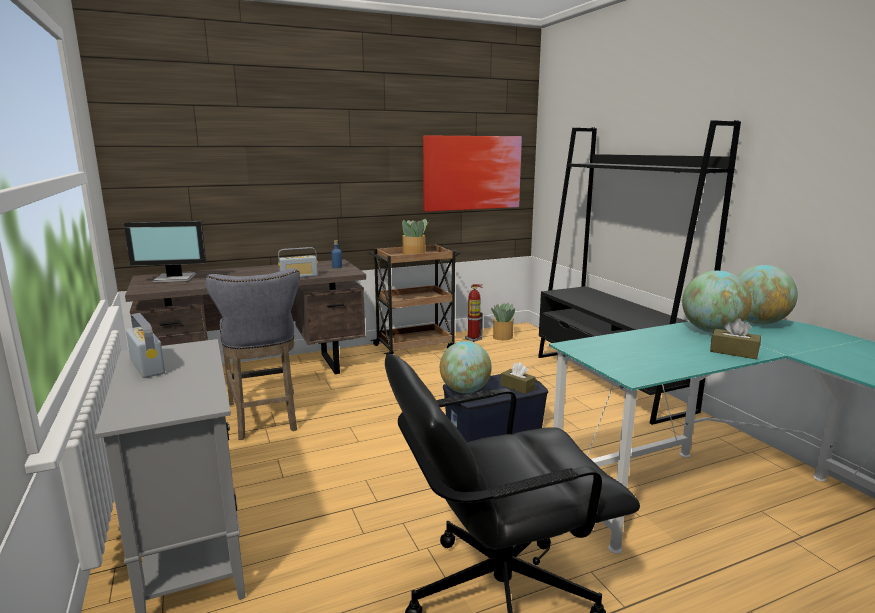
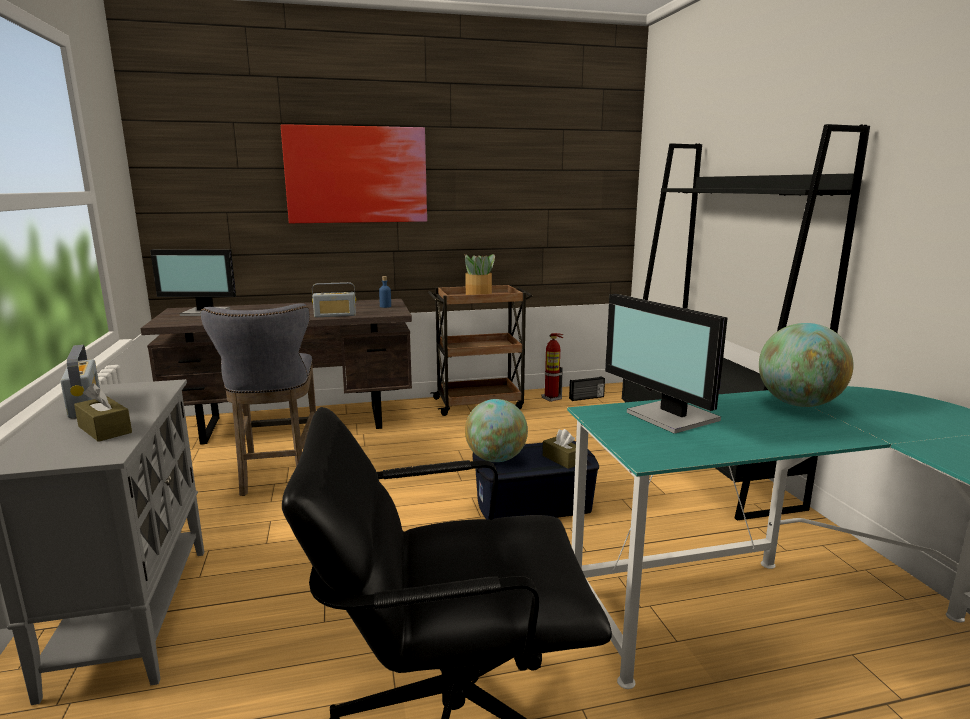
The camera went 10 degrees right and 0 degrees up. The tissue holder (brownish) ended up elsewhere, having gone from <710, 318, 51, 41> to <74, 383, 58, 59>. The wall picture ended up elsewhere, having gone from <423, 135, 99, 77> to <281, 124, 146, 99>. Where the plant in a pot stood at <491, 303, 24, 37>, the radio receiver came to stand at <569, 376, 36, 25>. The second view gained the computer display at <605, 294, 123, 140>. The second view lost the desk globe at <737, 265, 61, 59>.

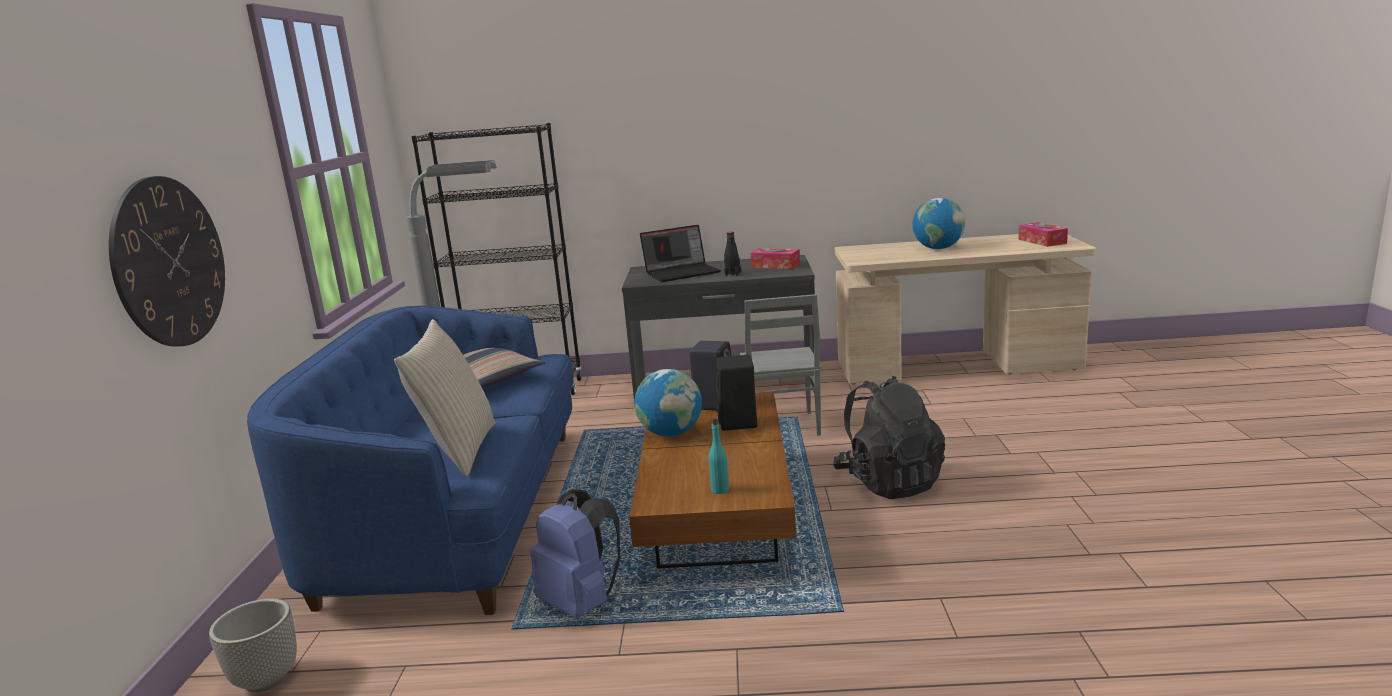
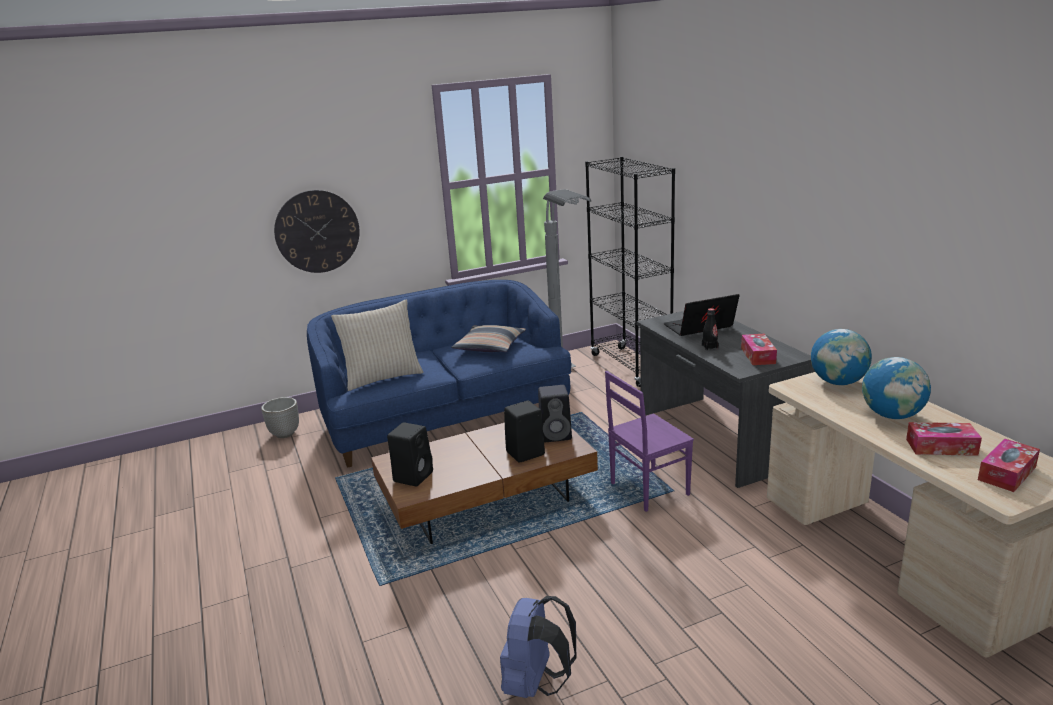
The camera went 65 degrees right and 5 degrees up. Where the bottle (blue-green) stood at <709, 418, 20, 76>, the audio speaker (black-coloured) came to stand at <387, 422, 46, 65>. The rucksack (blue) ended up elsewhere, having gone from <530, 489, 91, 130> to <500, 596, 76, 102>. What was the chair (greyish) at <740, 294, 81, 141> turned into the chair (purplish) at <605, 371, 89, 141>. The portable computer at <640, 225, 81, 57> ended up facing another way, 120 degrees clockwise from before. The desk globe ended up elsewhere, having gone from <634, 369, 68, 68> to <811, 329, 61, 56>. The second view gained the tissue holder at <906, 422, 76, 34>. The second view lost the rucksack (black-coloured) at <833, 376, 112, 123>.

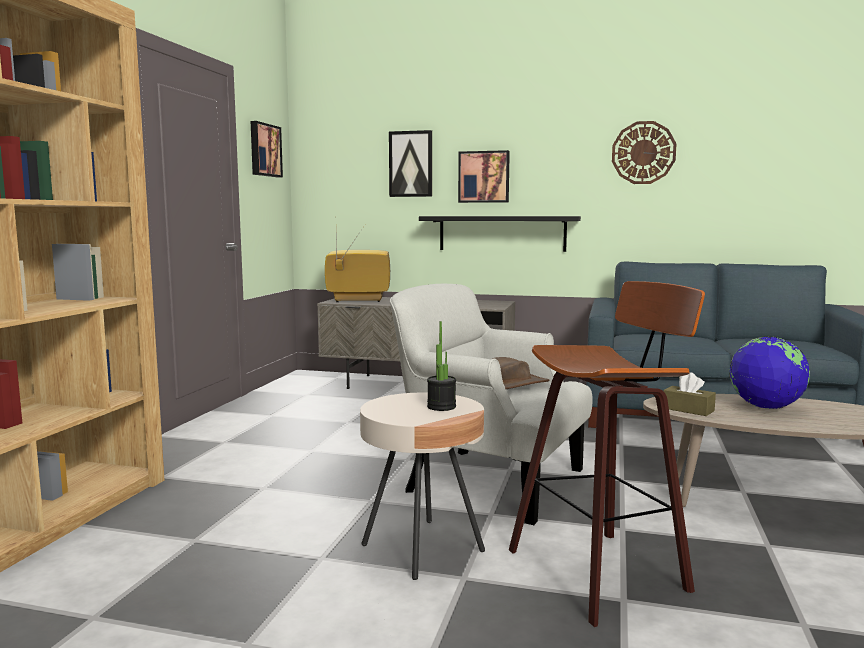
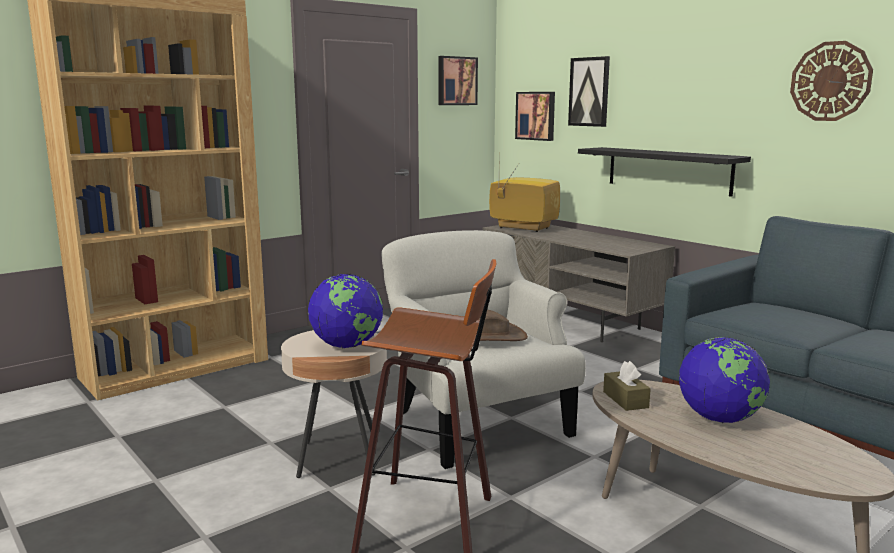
The camera went 35 degrees right and 5 degrees up. Where the plant in a pot stood at <427, 321, 29, 90>, the desk globe came to stand at <308, 274, 75, 74>. The wall picture ended up elsewhere, having gone from <458, 150, 52, 53> to <515, 92, 40, 49>.

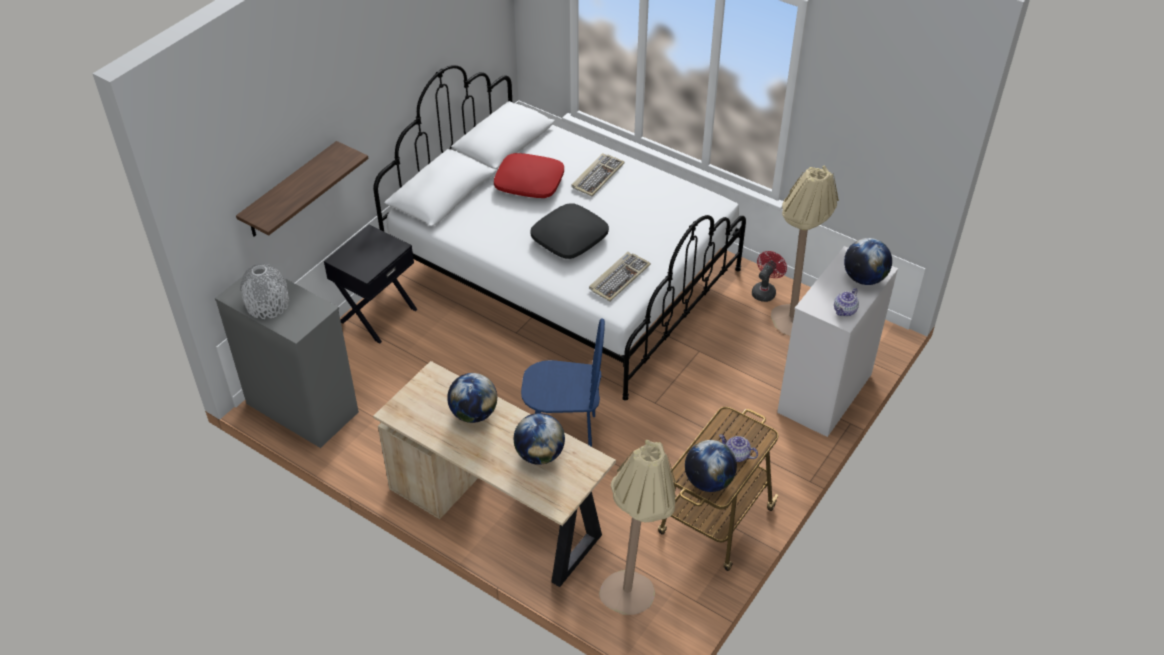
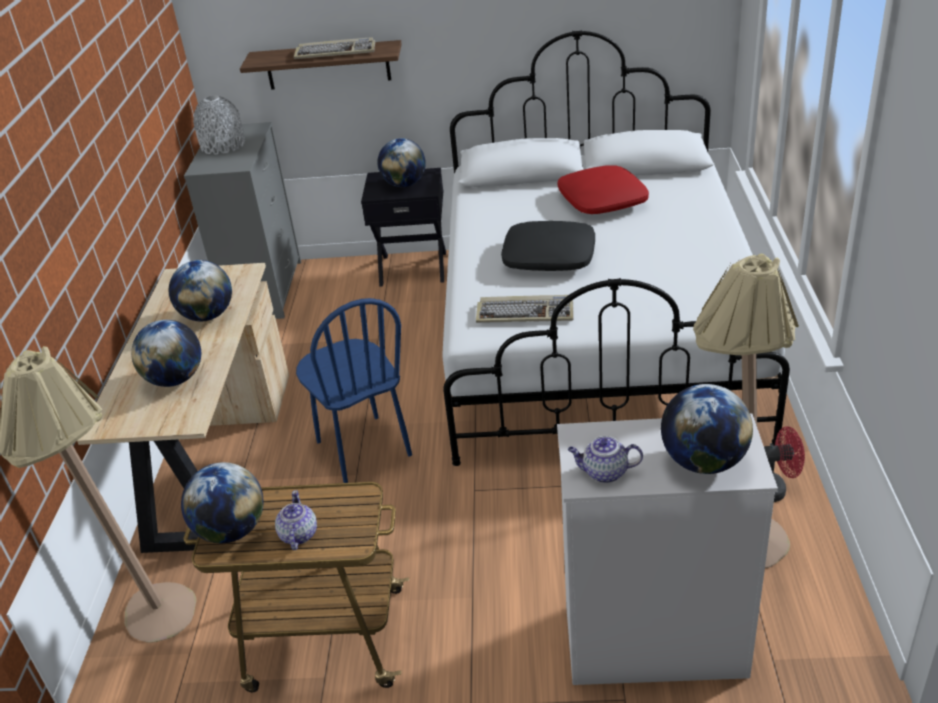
The camera went 60 degrees right and 10 degrees down. The PC keyboard ended up elsewhere, having gone from <571, 153, 54, 43> to <294, 37, 81, 22>. The second view gained the desk globe at <377, 138, 49, 49>.

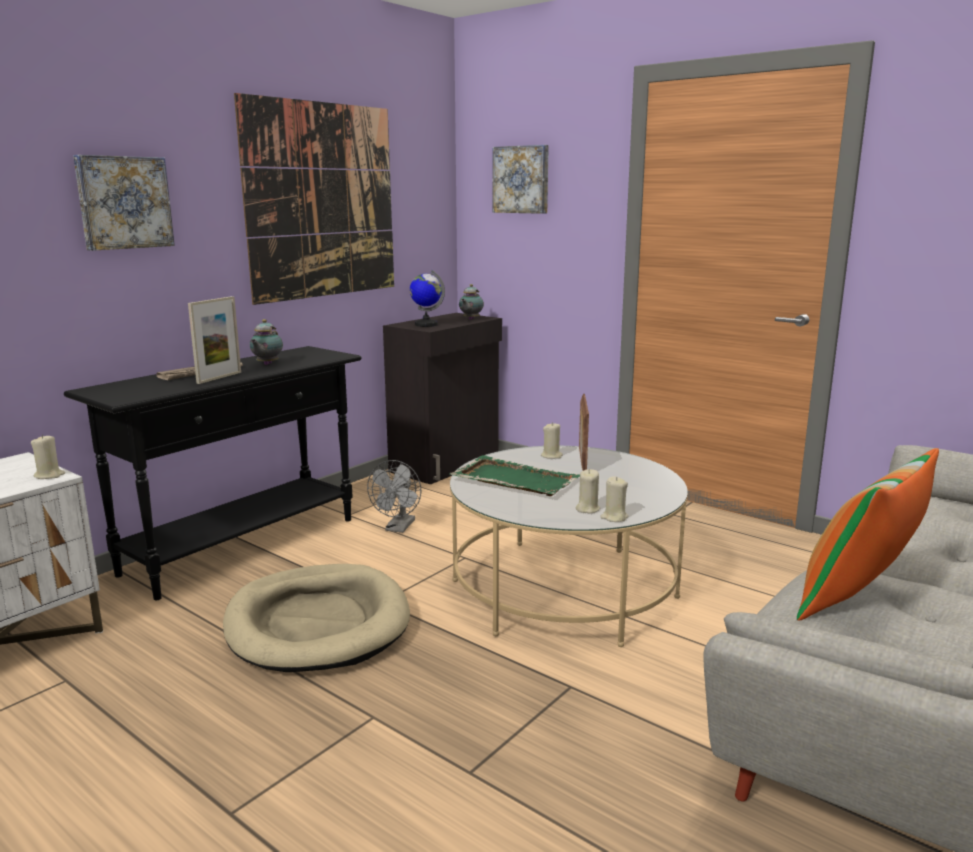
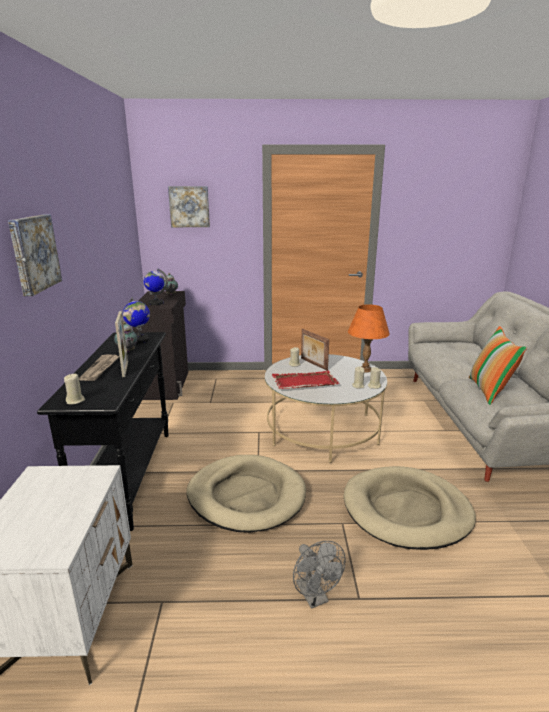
The camera went 40 degrees left and 5 degrees up. The wax candle (sand-coloured) ended up elsewhere, having gone from <31, 434, 34, 45> to <64, 374, 21, 30>. The second view gained the desk globe at <123, 297, 27, 47>. What was the carrying tray (green-coloured) at <449, 455, 131, 41> turned into the carrying tray (reddish) at <272, 371, 68, 18>. The cooling fan (greyish) ended up elsewhere, having gone from <367, 460, 54, 73> to <293, 541, 53, 68>. The second view gained the pet bed (sand-coloured) at <344, 466, 132, 84>. The second view gained the tabletop lamp (orange) at <348, 304, 42, 68>. The second view lost the wall picture at <234, 93, 160, 212>.

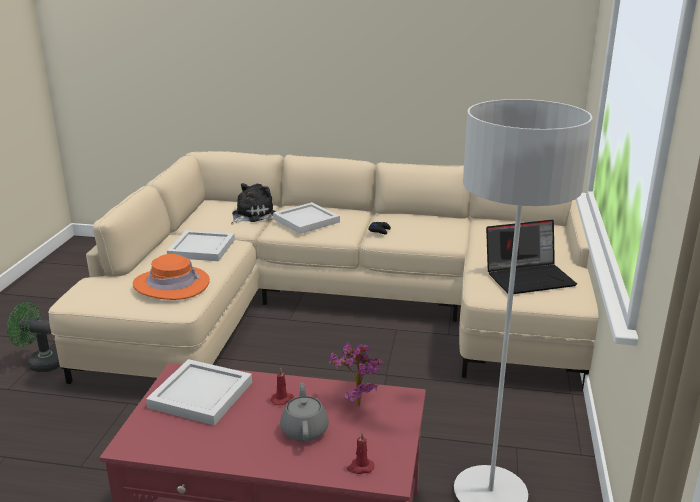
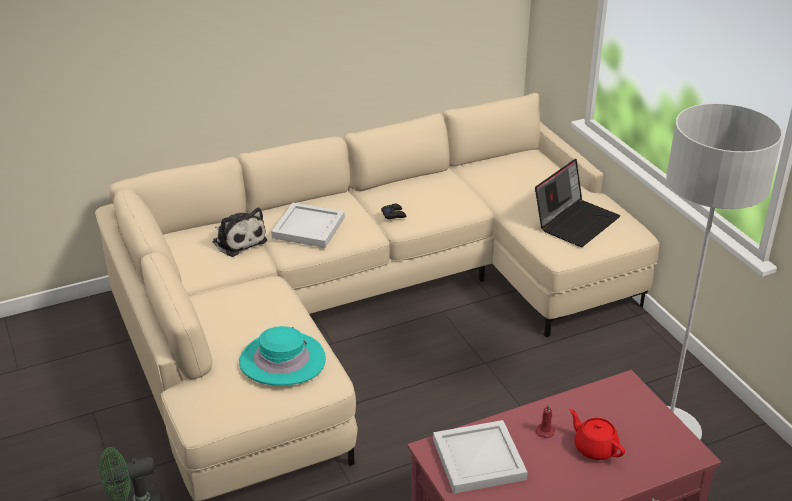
The camera went 35 degrees left and 10 degrees up. The plush toy at <231, 183, 45, 42> ended up facing another way, 135 degrees clockwise from before. What was the hat (orange) at <133, 254, 77, 46> turned into the hat (blue-green) at <239, 326, 87, 60>. What was the pot for tea (greyish) at <280, 382, 49, 60> turned into the pot for tea (reddish) at <569, 409, 56, 51>. The second view lost the carrying tray (white-coloured) at <167, 230, 68, 31>. The second view lost the plant in a pot at <329, 342, 56, 65>. The second view lost the wax candle (reddish) at <347, 432, 27, 42>.

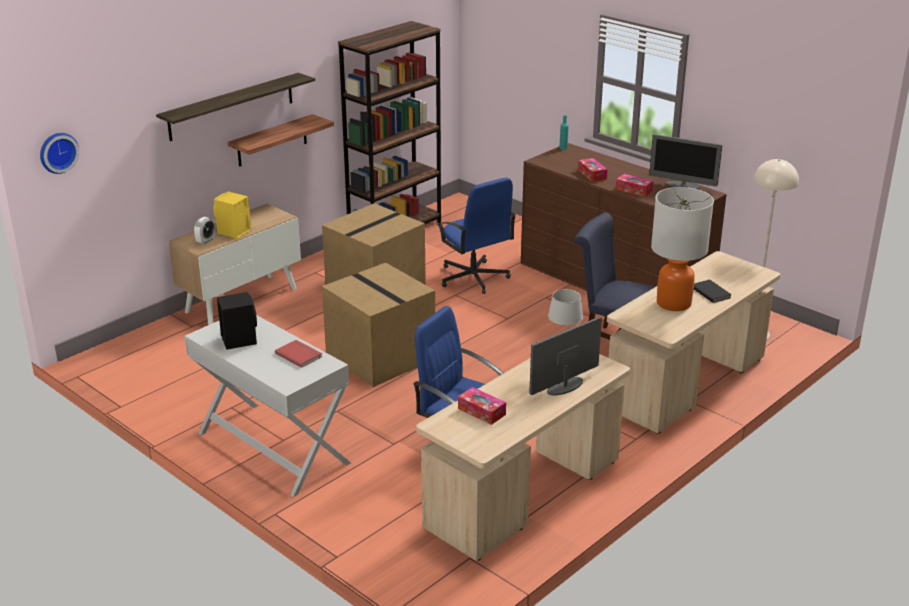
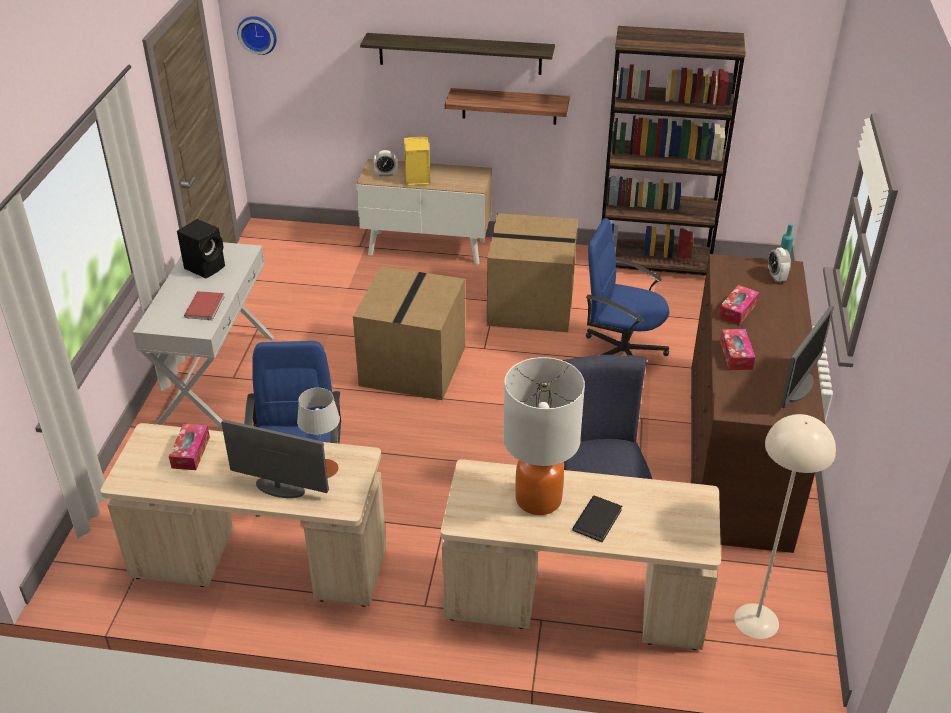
The camera went 55 degrees right and 10 degrees up. The computer chair (blue) at <437, 178, 79, 116> ended up facing another way, 90 degrees clockwise from before. The second view gained the table clock at <768, 248, 23, 34>. The computer display at <649, 134, 73, 55> ended up facing another way, 135 degrees counterclockwise from before.

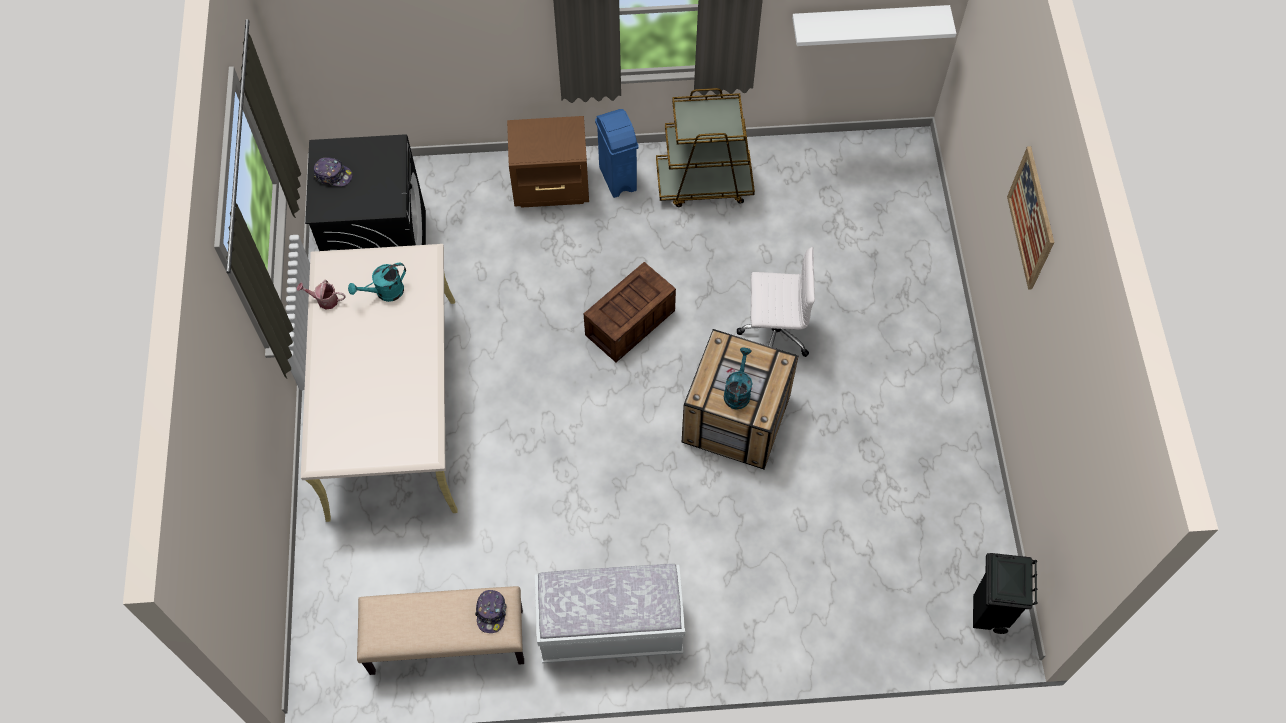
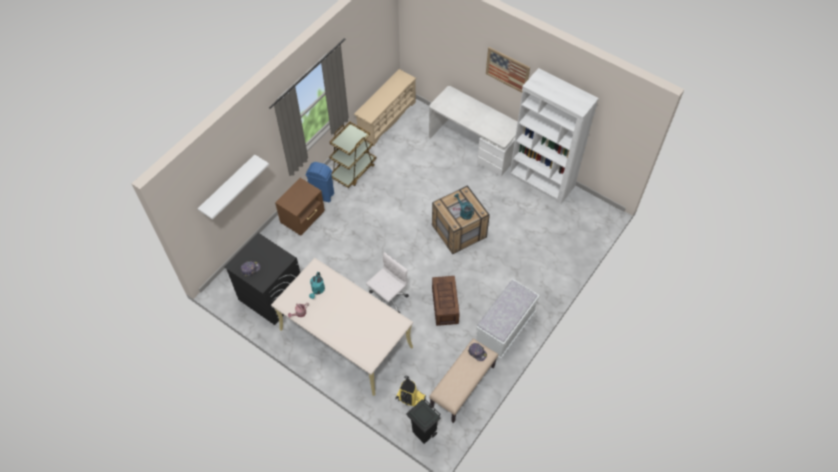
The camera went 50 degrees left and 5 degrees down. The wall shelf (white-coloured) ended up elsewhere, having gone from <792, 5, 164, 41> to <198, 155, 71, 65>. The second view gained the shoe shelf (sand-coloured) at <354, 69, 63, 77>. The computer chair (white-coloured) ended up elsewhere, having gone from <737, 247, 78, 110> to <366, 252, 43, 62>. The second view gained the hoover at <396, 376, 30, 30>. The waste bin (black-coloured) ended up elsewhere, having gone from <973, 553, 65, 81> to <407, 399, 34, 45>. The second view gained the desk table (white-coloured) at <429, 86, 89, 91>. The crate ended up elsewhere, having gone from <583, 262, 93, 100> to <432, 276, 28, 50>. The second view gained the bookshelf (white-coloured) at <510, 68, 89, 136>.

